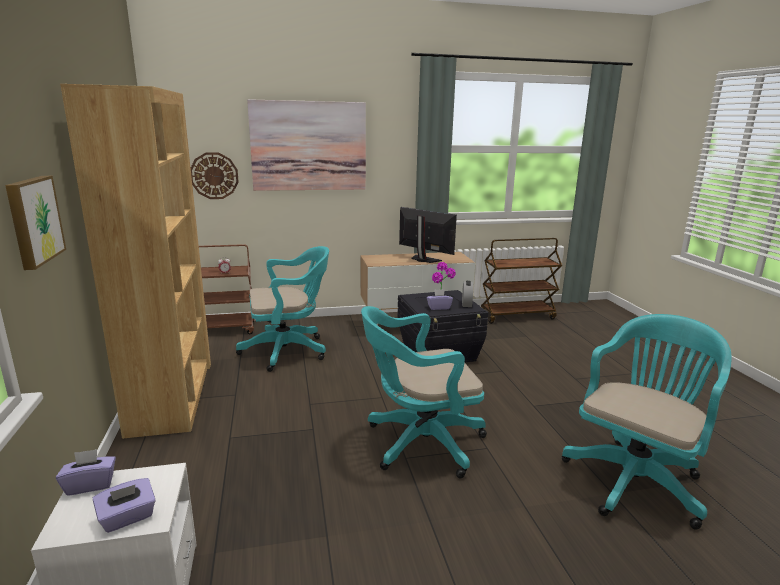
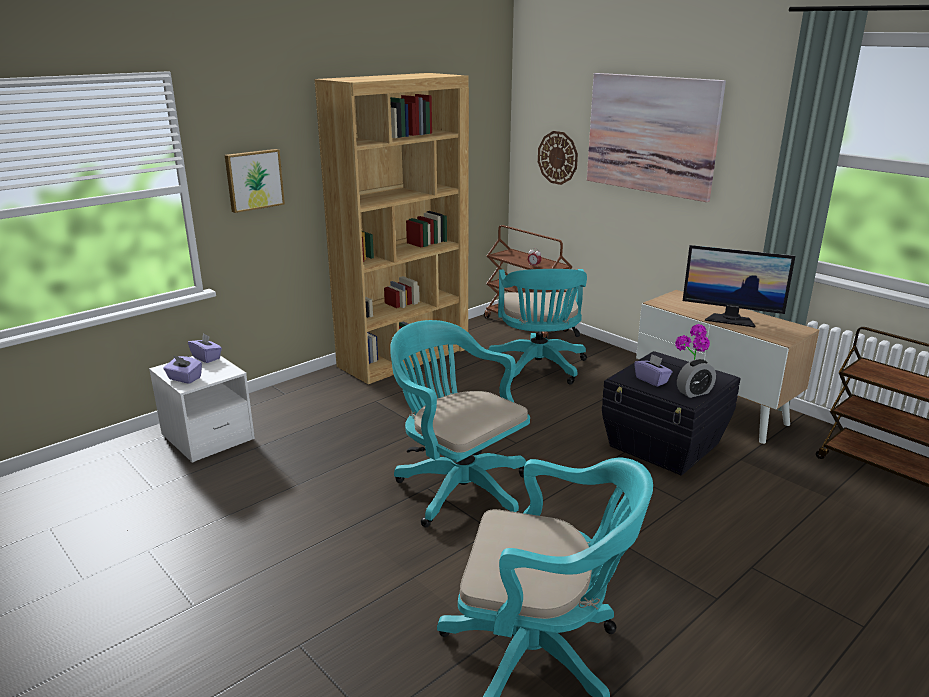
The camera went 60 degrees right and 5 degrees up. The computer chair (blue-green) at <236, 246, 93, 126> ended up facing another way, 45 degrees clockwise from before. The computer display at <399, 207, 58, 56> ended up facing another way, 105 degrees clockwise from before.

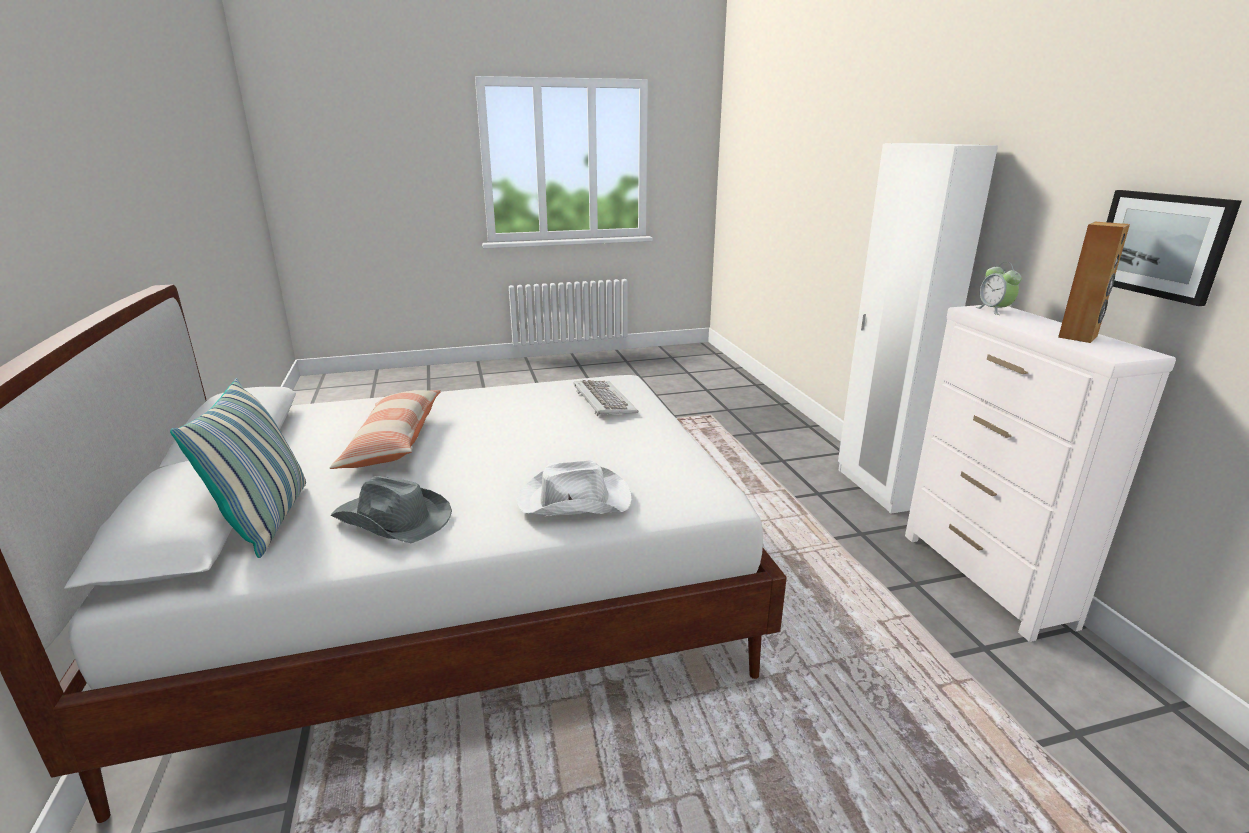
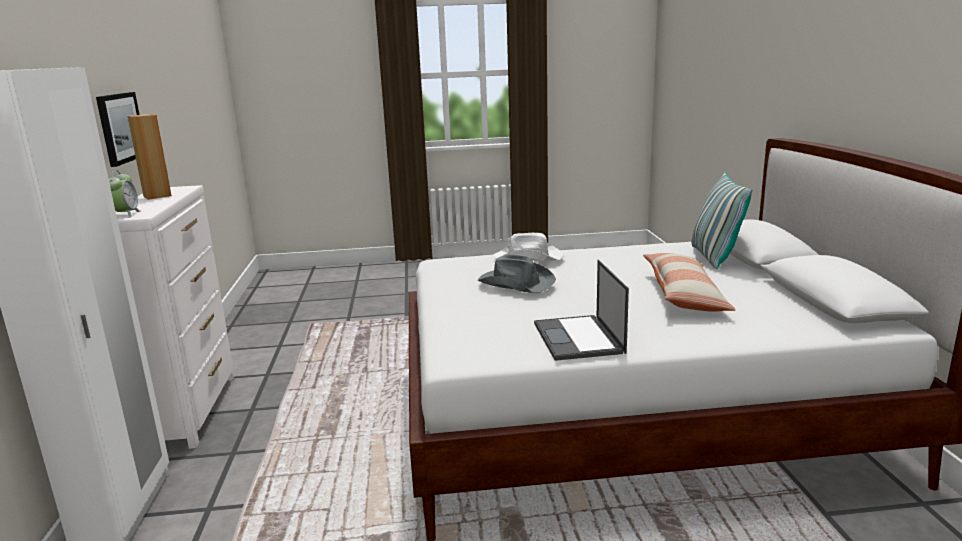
The camera went 170 degrees left and 5 degrees down. The hat (greyish) ended up elsewhere, having gone from <331, 476, 121, 67> to <478, 255, 78, 38>. The second view gained the portable computer at <534, 260, 95, 101>. The second view lost the PC keyboard at <573, 380, 65, 36>.

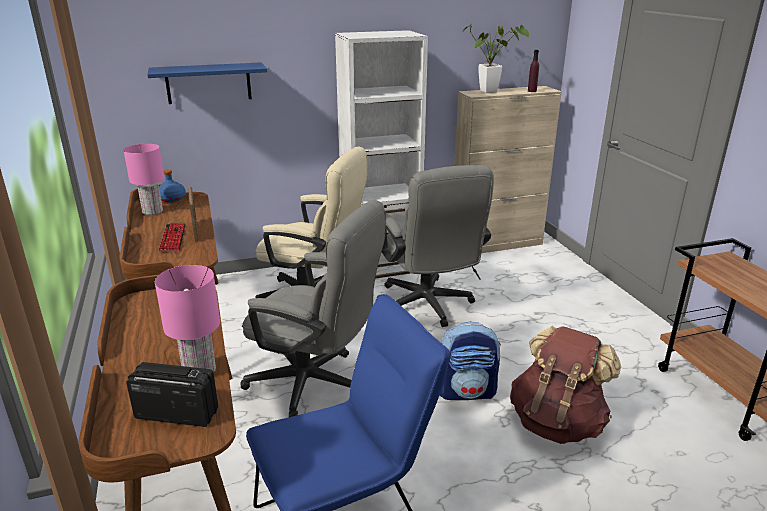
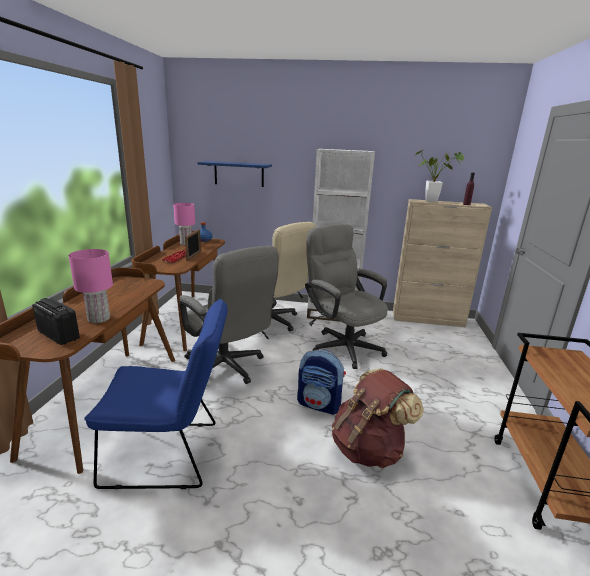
The camera went 25 degrees right and 5 degrees down. The computer chair (greyish) at <382, 165, 112, 162> ended up facing another way, 135 degrees clockwise from before.

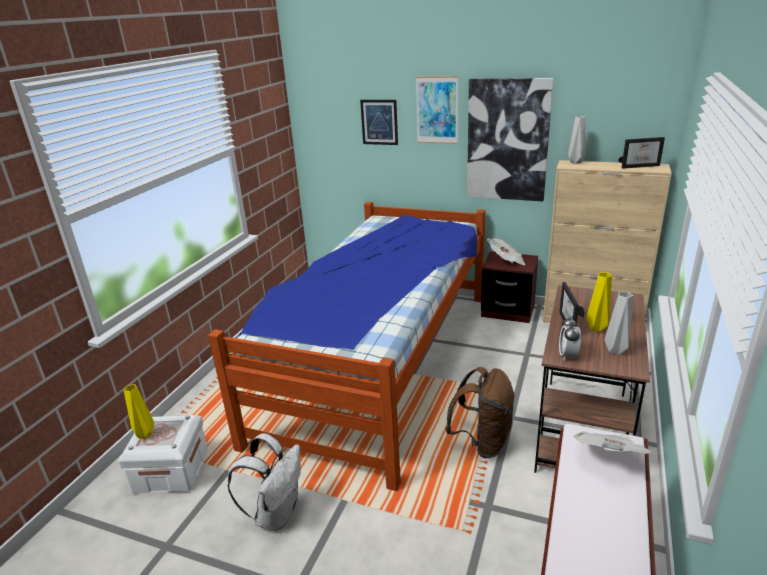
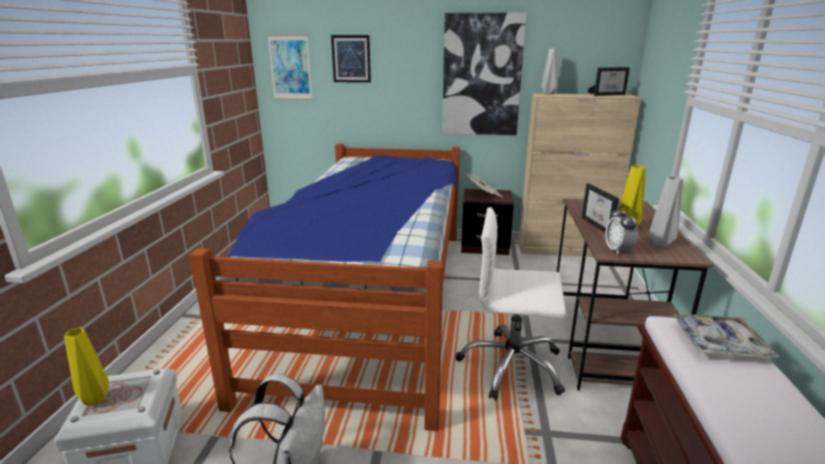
The camera went 15 degrees left and 5 degrees down. The wall picture ended up elsewhere, having gone from <416, 76, 42, 68> to <267, 35, 46, 65>. Where the rucksack (brownish) stood at <446, 367, 69, 91>, the computer chair (white-coloured) came to stand at <456, 207, 110, 193>. Where the printed paper stood at <574, 431, 79, 23>, the carrying tray came to stand at <672, 314, 107, 45>.

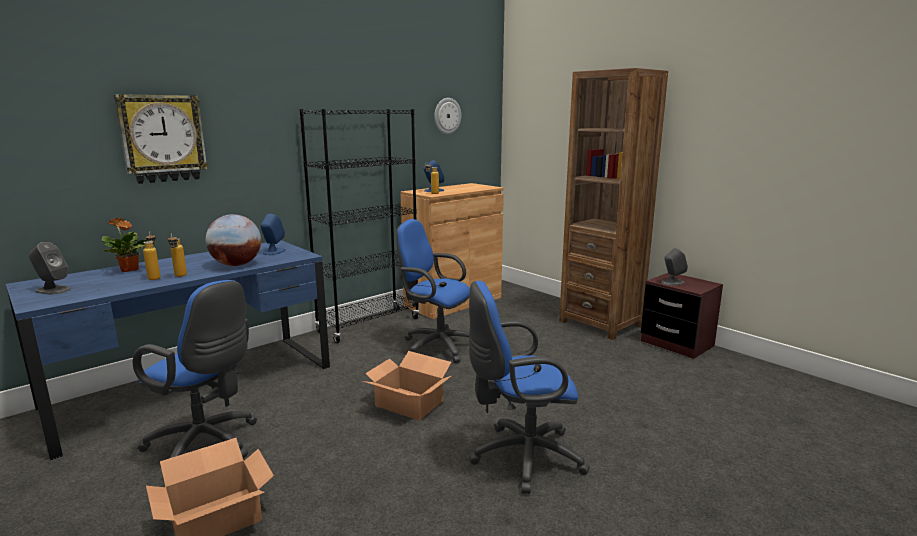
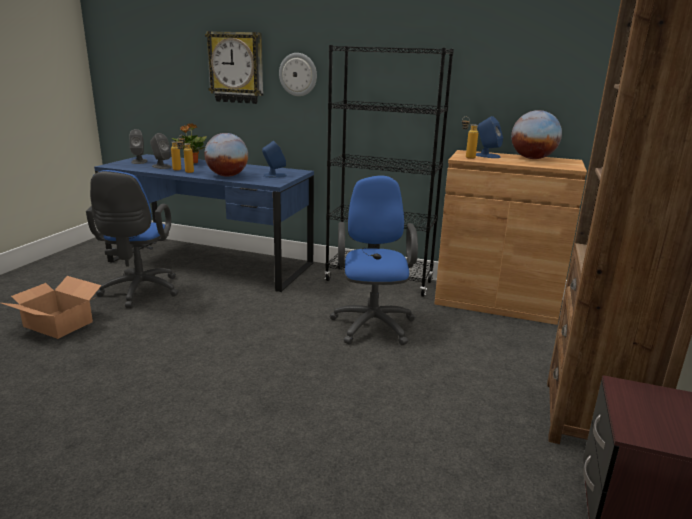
The camera went 60 degrees right and 5 degrees up. The audio speaker (greyish) ended up elsewhere, having gone from <662, 248, 26, 38> to <150, 133, 22, 36>. The wall clock ended up elsewhere, having gone from <434, 98, 27, 36> to <279, 53, 38, 43>. The second view gained the desk globe at <511, 110, 51, 49>. The second view lost the packing box at <363, 351, 88, 69>. The second view lost the computer chair (blue) at <469, 281, 121, 213>.

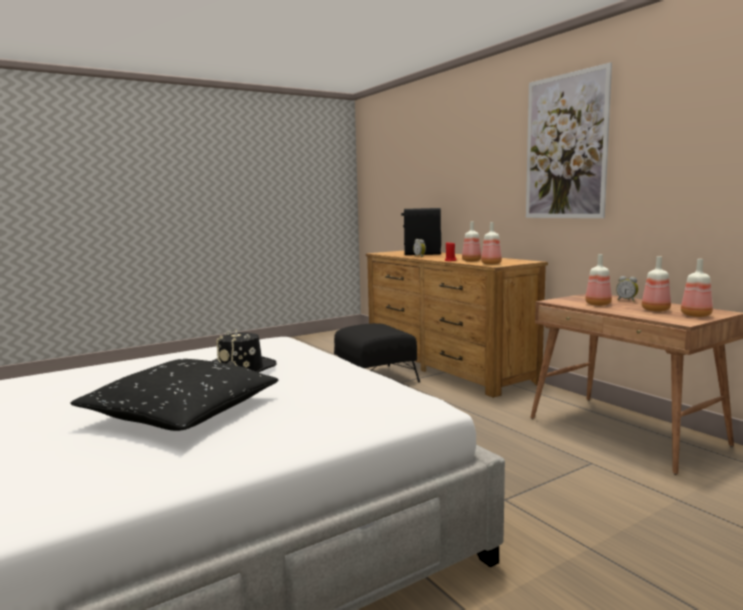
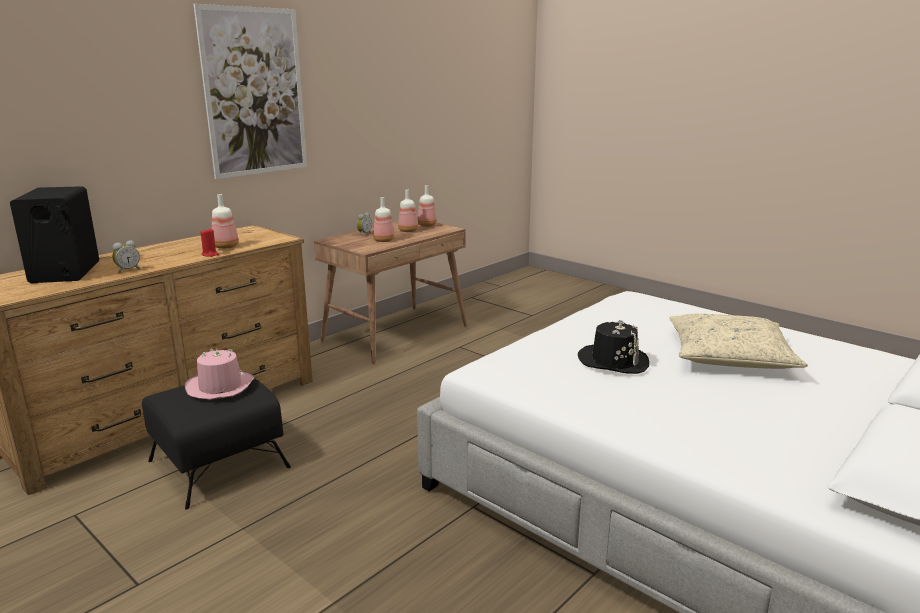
The camera went 105 degrees left and 10 degrees up. The second view gained the hat (pink-coloured) at <185, 349, 69, 51>. What was the cushion (black-coloured) at <71, 359, 207, 72> turned into the cushion (sand-coloured) at <669, 314, 139, 55>. The second view lost the bottle at <481, 222, 21, 43>.

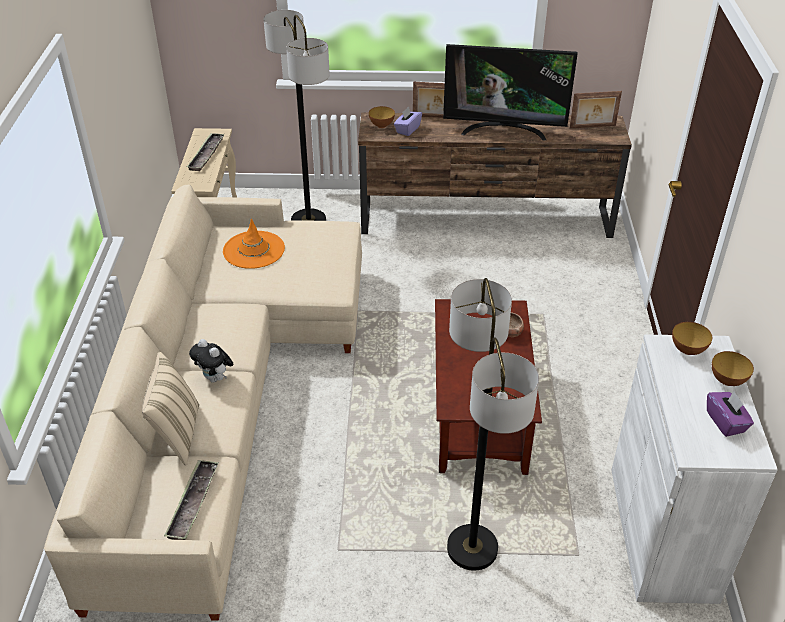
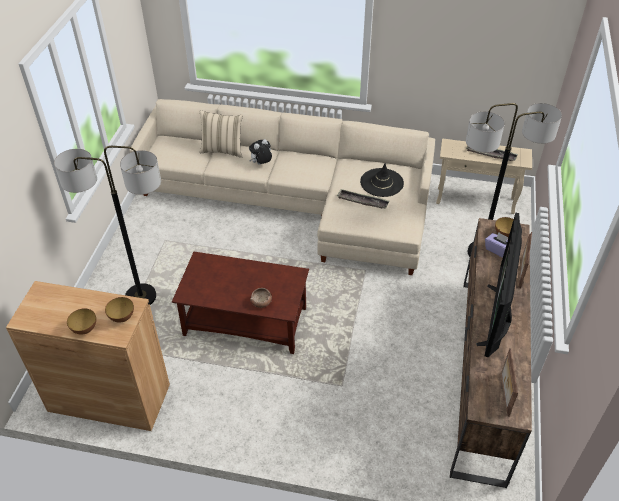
The camera went 100 degrees right and 5 degrees up. What was the cabinet (white-coloured) at <611, 334, 167, 270> turned into the cabinet (brownish) at <6, 281, 164, 150>. The carrying tray ended up elsewhere, having gone from <164, 460, 55, 80> to <337, 189, 53, 19>. What was the hat (orange) at <223, 218, 62, 51> turned into the hat (black-coloured) at <360, 163, 44, 34>. The second view lost the tissue holder (purplish) at <707, 391, 47, 46>.

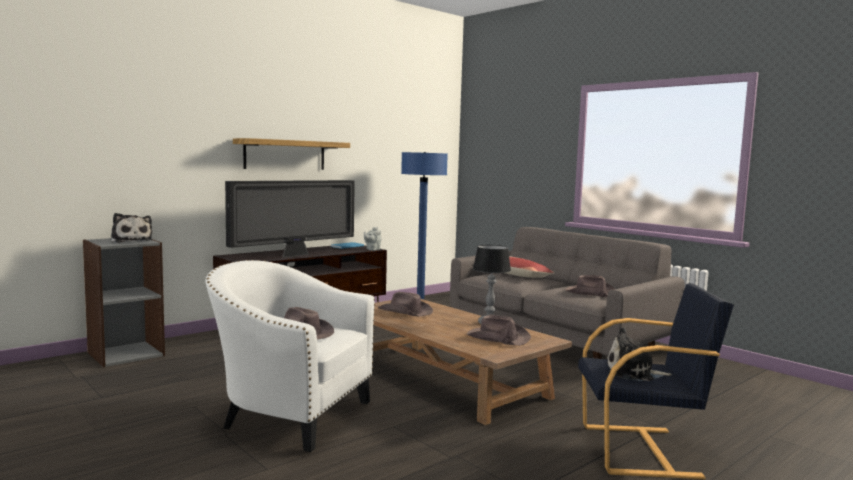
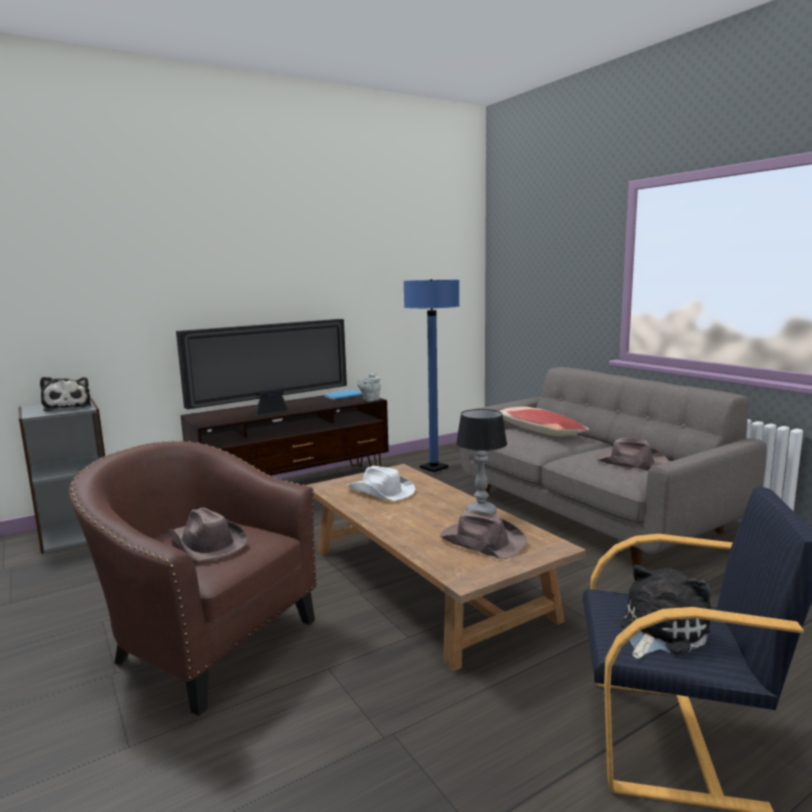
The camera went 10 degrees right and 5 degrees up. What was the easy chair (white-coloured) at <205, 260, 170, 192> turned into the easy chair (brownish) at <69, 441, 248, 275>. What was the hat (brownish) at <378, 292, 55, 25> turned into the hat (white-coloured) at <348, 466, 67, 35>. The plush toy at <607, 327, 65, 54> ended up facing another way, 120 degrees clockwise from before. The second view lost the wall shelf at <233, 138, 117, 32>.

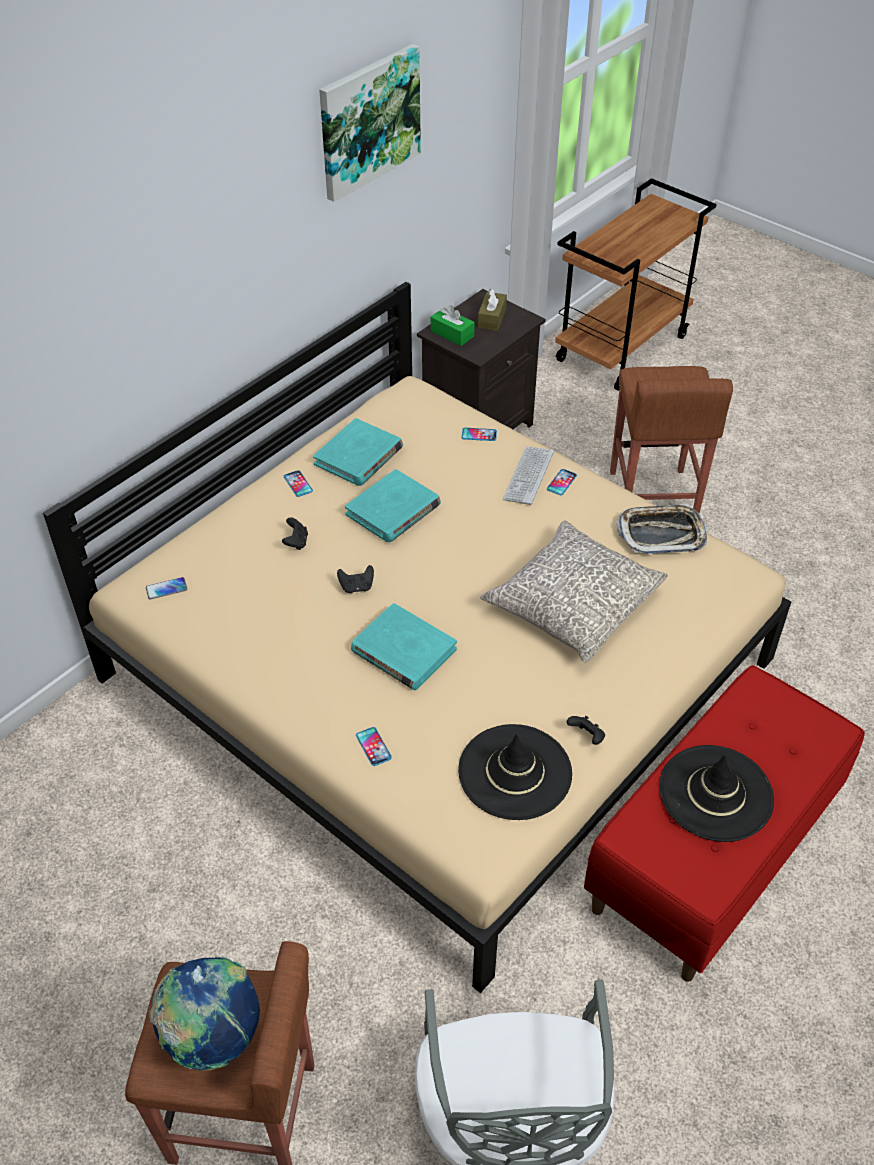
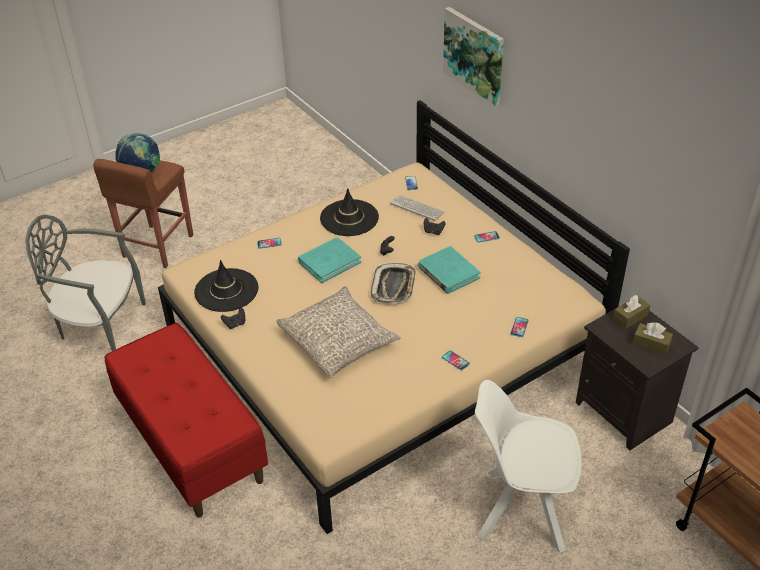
The camera went 105 degrees right and 5 degrees down. The hat (black-coloured) ended up elsewhere, having gone from <659, 745, 115, 97> to <320, 188, 59, 48>. The carrying tray ended up elsewhere, having gone from <616, 504, 91, 50> to <371, 263, 45, 41>. The PC keyboard ended up elsewhere, having gone from <502, 446, 52, 59> to <390, 195, 55, 26>. The wall picture ended up elsewhere, having gone from <319, 44, 102, 158> to <443, 7, 61, 99>. Where the stool seat (brownish) stood at <610, 366, 123, 147>, the chair (white-coloured) came to stand at <475, 380, 107, 172>. What was the tissue holder (green-coloured) at <431, 305, 44, 41> turned into the tissue holder (brownish) at <613, 295, 37, 34>. The second view lost the volume (blue-green) at <313, 418, 90, 68>.

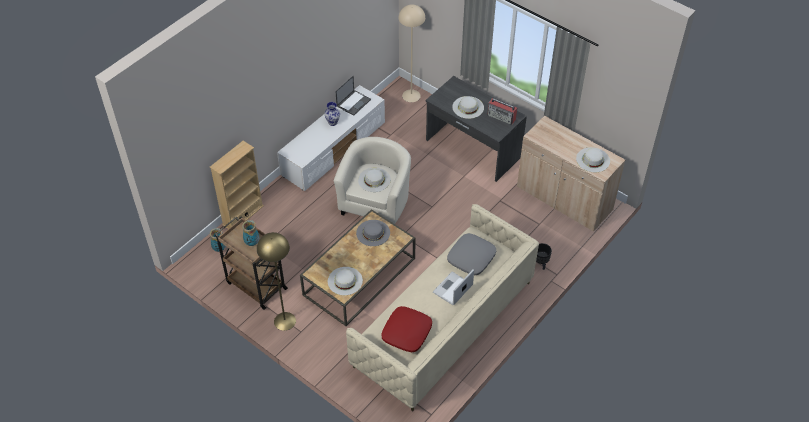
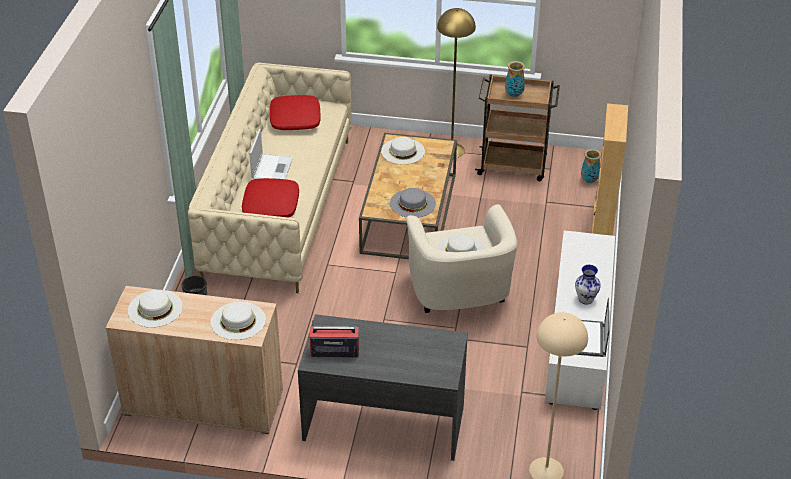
The camera went 150 degrees right and 10 degrees down. The hat (white-coloured) ended up elsewhere, having gone from <452, 96, 32, 23> to <211, 302, 55, 38>. What was the cushion (greyish) at <447, 233, 49, 42> turned into the cushion (reddish) at <242, 178, 57, 40>.

